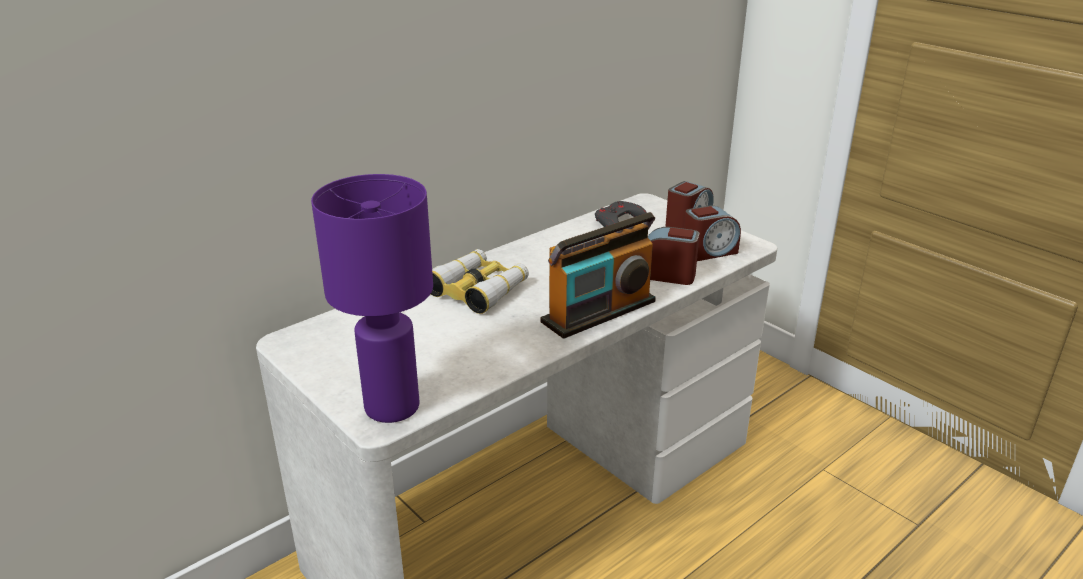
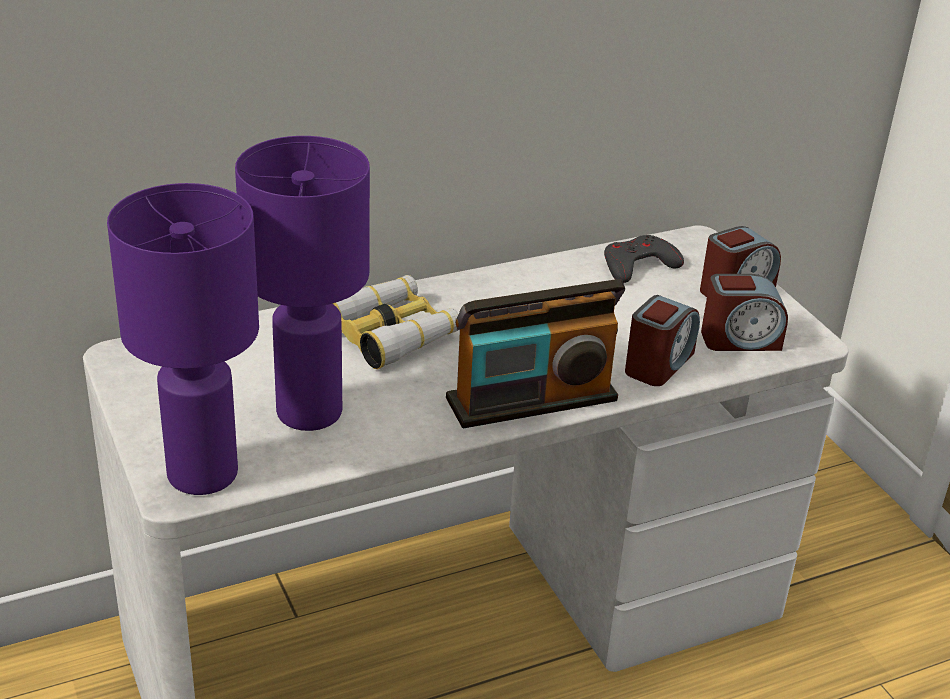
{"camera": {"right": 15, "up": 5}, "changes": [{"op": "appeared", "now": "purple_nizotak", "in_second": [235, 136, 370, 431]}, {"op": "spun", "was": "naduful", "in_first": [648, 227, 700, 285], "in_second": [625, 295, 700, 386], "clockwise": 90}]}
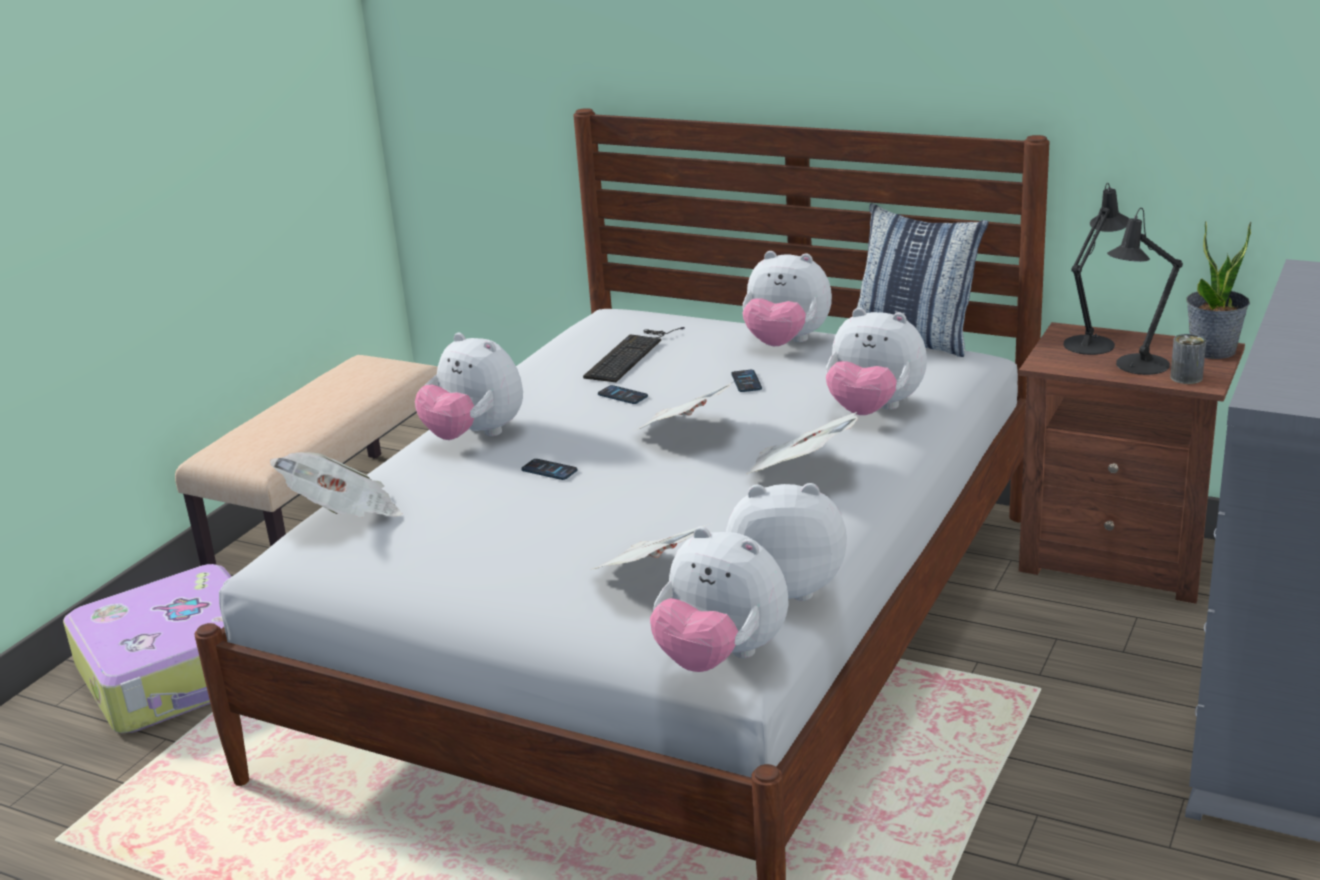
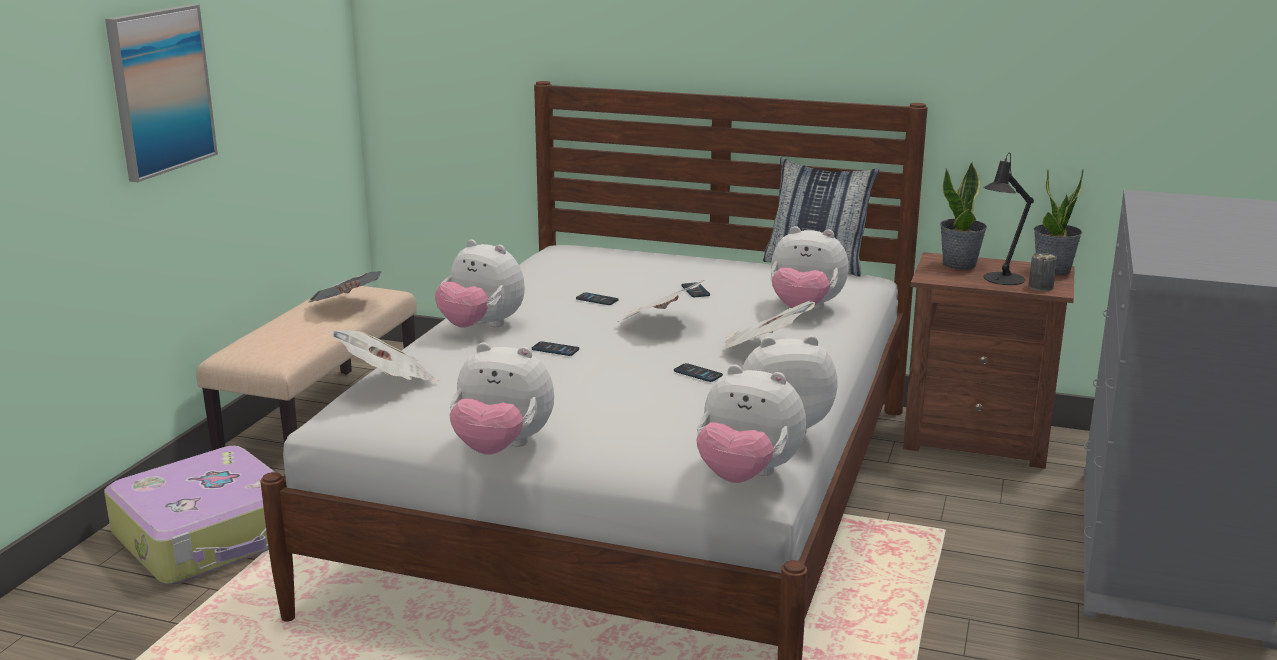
{"camera": {"right": -10, "up": -5}, "changes": [{"op": "appeared", "now": "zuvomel", "in_second": [105, 4, 218, 182]}, {"op": "relocated", "was": "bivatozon", "in_first": [590, 523, 712, 570], "in_second": [309, 271, 382, 302]}, {"op": "relocated", "was": "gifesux", "in_first": [743, 251, 832, 346], "in_second": [449, 342, 554, 455]}, {"op": "appeared", "now": "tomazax", "in_second": [674, 363, 723, 382]}, {"op": "exchanged", "was": "black_nizotak", "now": "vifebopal", "in_first": [1063, 183, 1129, 355], "in_second": [940, 162, 987, 270]}, {"op": "missing", "was": "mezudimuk", "in_first": [583, 327, 685, 382]}]}
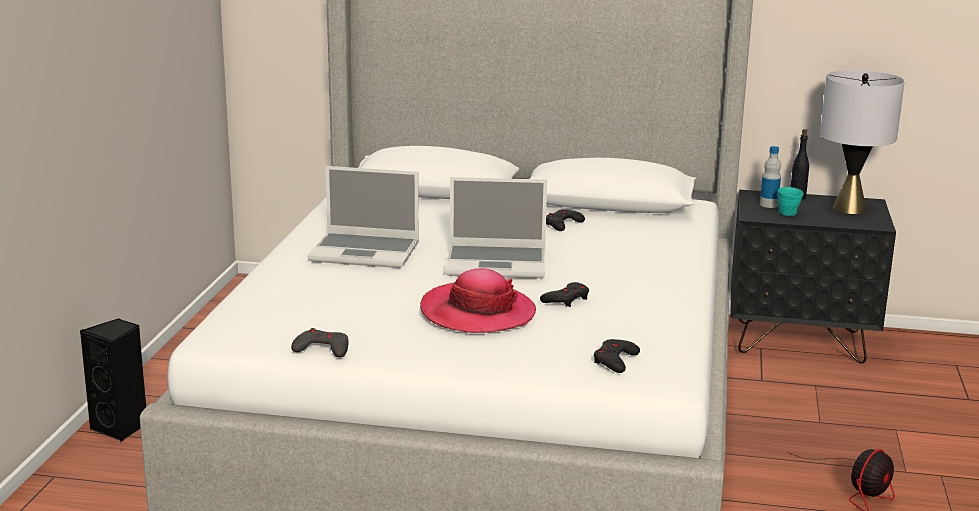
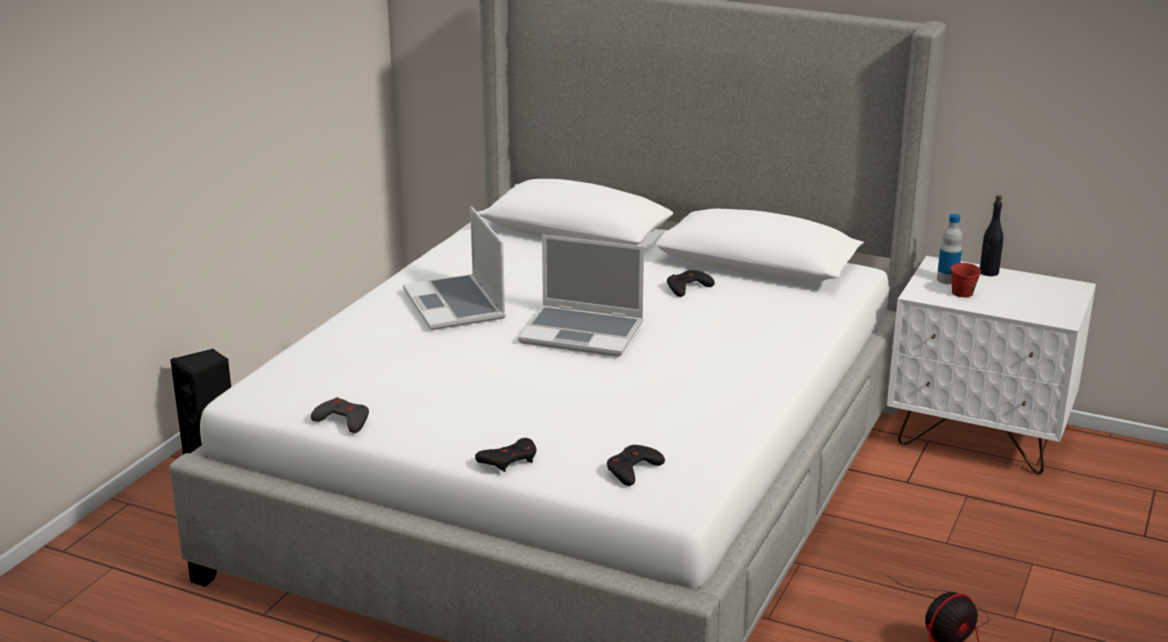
{"camera": {"right": 15, "up": 5}, "changes": [{"op": "spun", "was": "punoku", "in_first": [307, 166, 419, 268], "in_second": [403, 206, 506, 330], "clockwise": 45}, {"op": "relocated", "was": "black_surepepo", "in_first": [540, 282, 589, 307], "in_second": [475, 438, 536, 472]}, {"op": "colour", "was": "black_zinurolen", "now": "white_zinurolen", "in_first": [730, 190, 896, 363], "in_second": [887, 256, 1096, 474]}, {"op": "colour", "was": "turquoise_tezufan", "now": "red_tezufan", "in_first": [778, 187, 804, 216], "in_second": [951, 263, 981, 298]}, {"op": "missing", "was": "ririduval", "in_first": [420, 268, 536, 333]}, {"op": "missing", "was": "grey_nizotak", "in_first": [820, 70, 905, 214]}]}
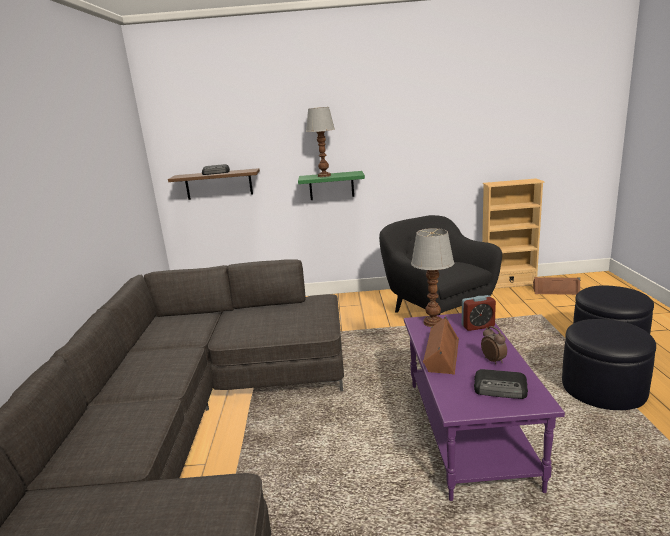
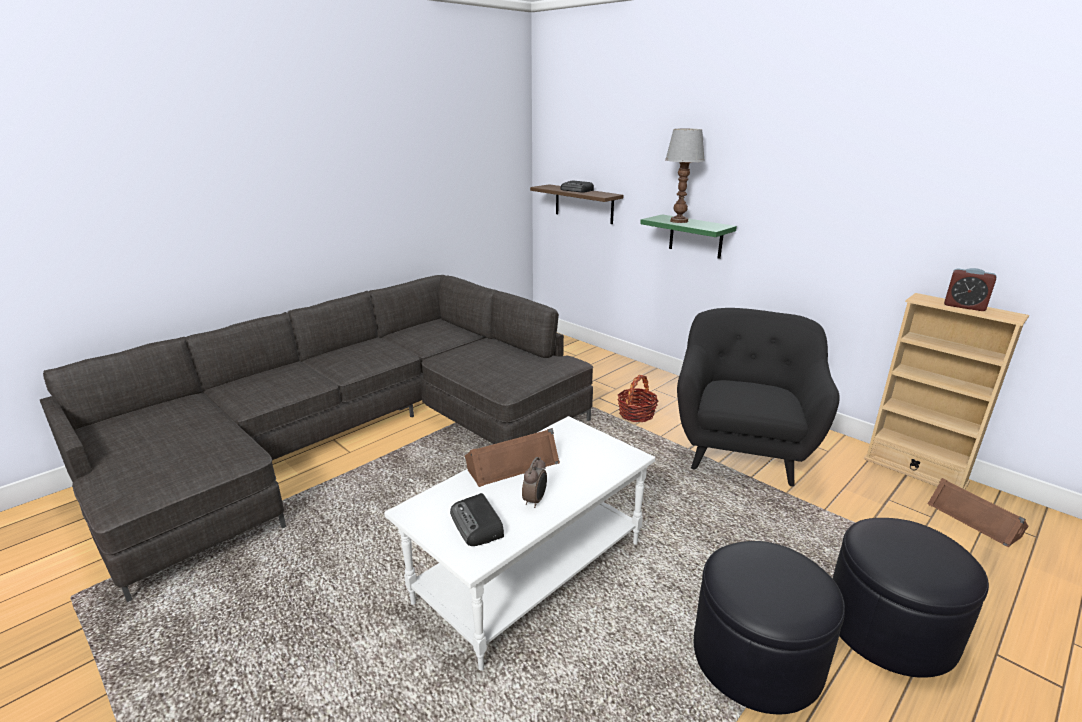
{"camera": {"right": 45, "up": 5}, "changes": [{"op": "colour", "was": "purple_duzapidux", "now": "white_duzapidux", "in_first": [404, 313, 565, 501], "in_second": [384, 416, 655, 670]}, {"op": "appeared", "now": "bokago", "in_second": [618, 375, 658, 422]}, {"op": "relocated", "was": "naduful", "in_first": [462, 295, 496, 331], "in_second": [944, 268, 996, 311]}, {"op": "missing", "was": "nizotak", "in_first": [411, 228, 454, 327]}]}
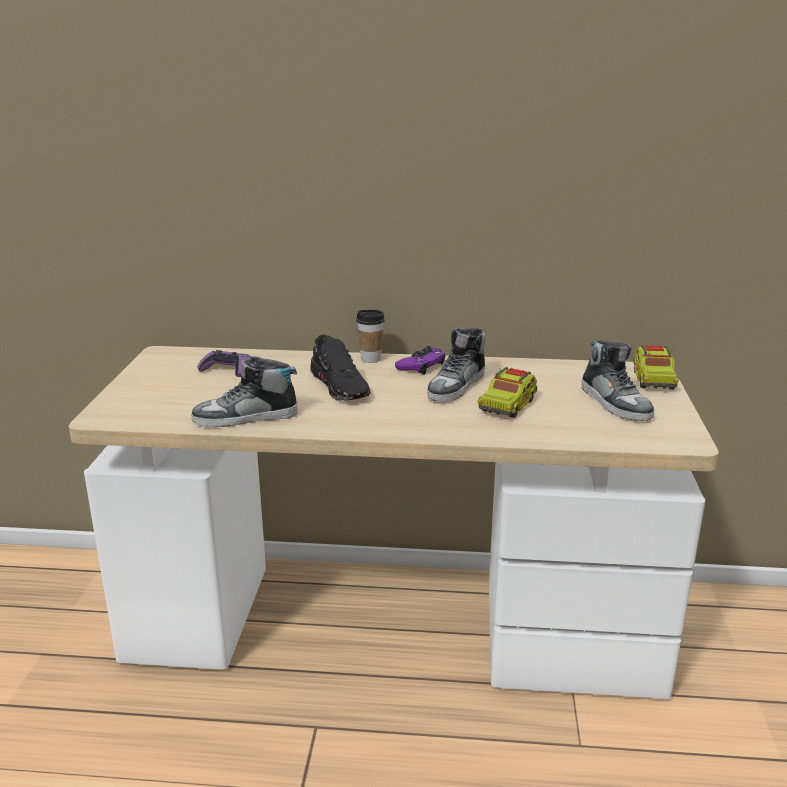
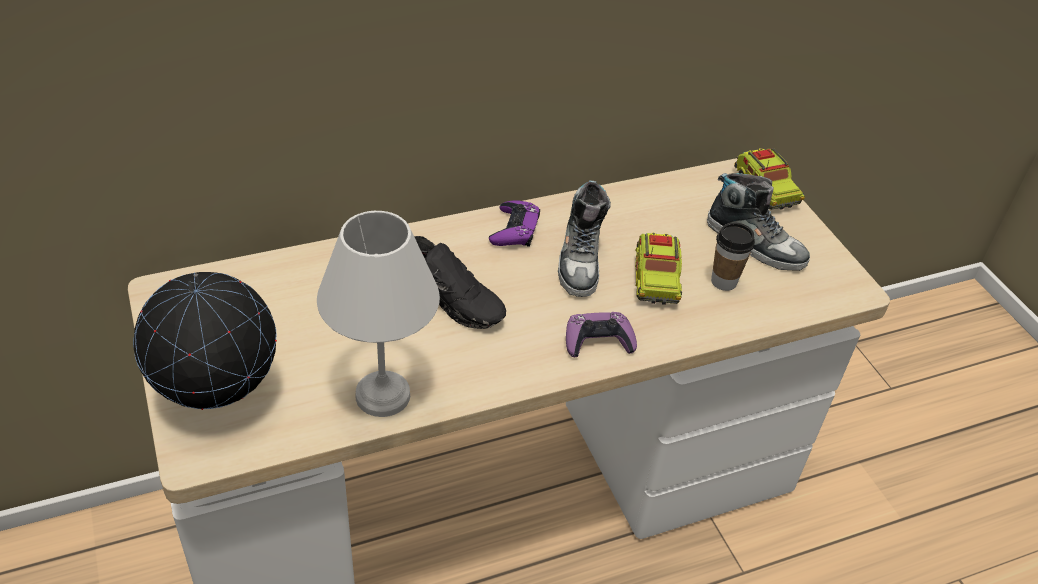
{"camera": {"right": -30, "up": 20}, "changes": [{"op": "appeared", "now": "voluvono", "in_second": [133, 272, 277, 410]}, {"op": "exchanged", "was": "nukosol", "now": "white_nizotak", "in_first": [192, 356, 298, 428], "in_second": [317, 211, 440, 417]}, {"op": "relocated", "was": "purple_surepepo", "in_first": [197, 350, 250, 377], "in_second": [566, 312, 637, 357]}, {"op": "relocated", "was": "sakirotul", "in_first": [356, 310, 385, 363], "in_second": [711, 223, 755, 291]}]}
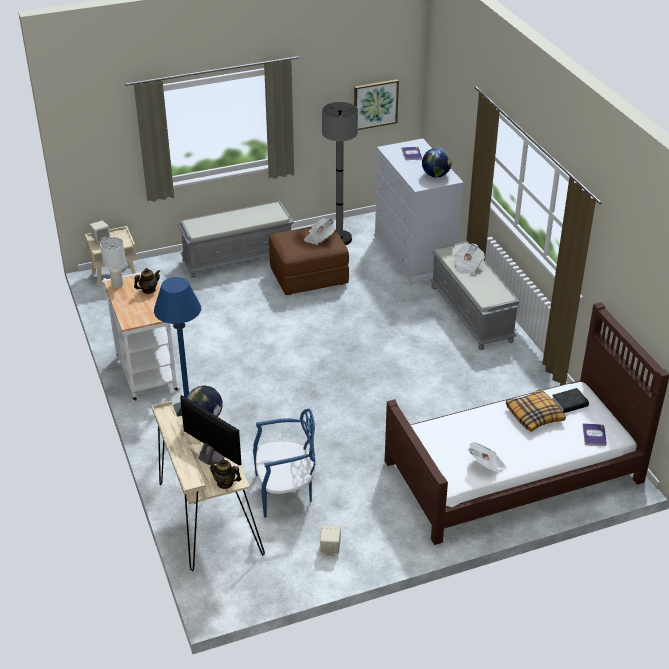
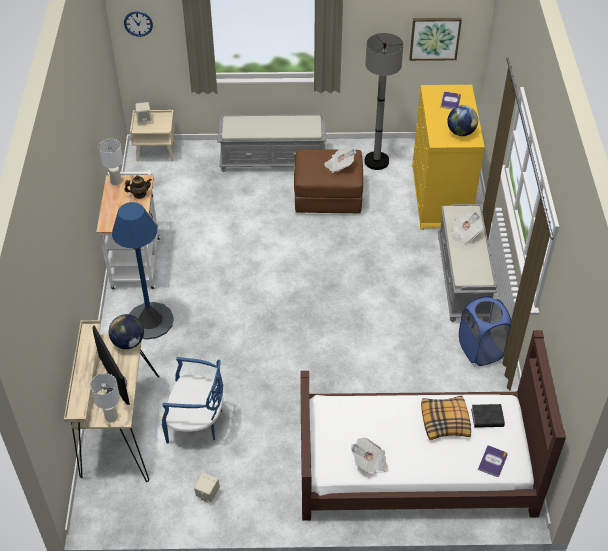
{"camera": {"right": 20, "up": 10}, "changes": [{"op": "exchanged", "was": "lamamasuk", "now": "white_nizotak", "in_first": [208, 459, 241, 489], "in_second": [90, 373, 120, 422]}, {"op": "appeared", "now": "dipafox", "in_second": [124, 11, 153, 37]}, {"op": "colour", "was": "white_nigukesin", "now": "yellow_nigukesin", "in_first": [374, 139, 464, 284], "in_second": [412, 85, 485, 230]}, {"op": "appeared", "now": "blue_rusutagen", "in_second": [459, 296, 511, 366]}]}
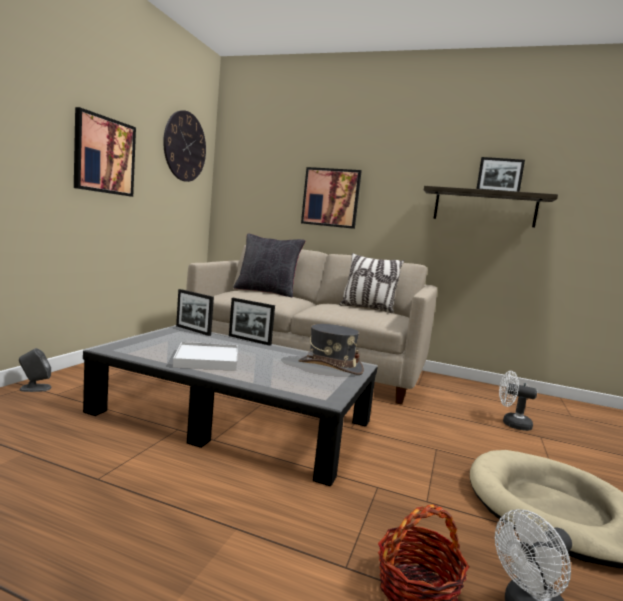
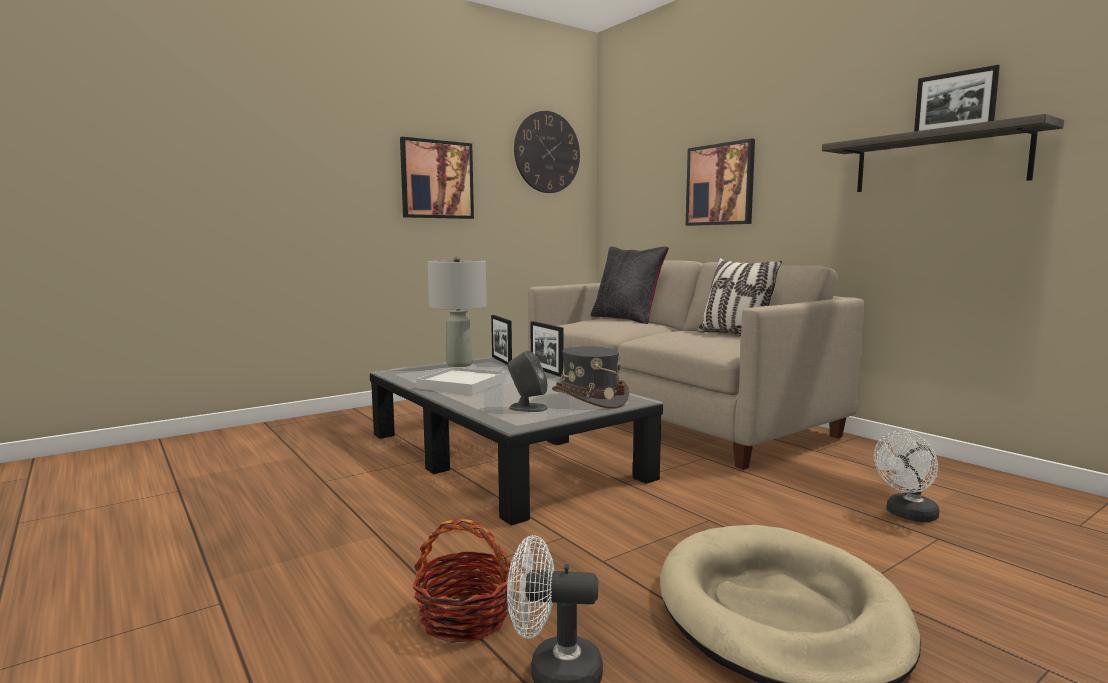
{"camera": {"right": 35, "up": 0}, "changes": [{"op": "appeared", "now": "grey_nizotak", "in_second": [428, 257, 487, 367]}, {"op": "relocated", "was": "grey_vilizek", "in_first": [19, 348, 52, 392], "in_second": [508, 350, 548, 412]}, {"op": "spun", "was": "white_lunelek", "in_first": [499, 371, 537, 431], "in_second": [874, 431, 939, 522], "clockwise": -90}]}
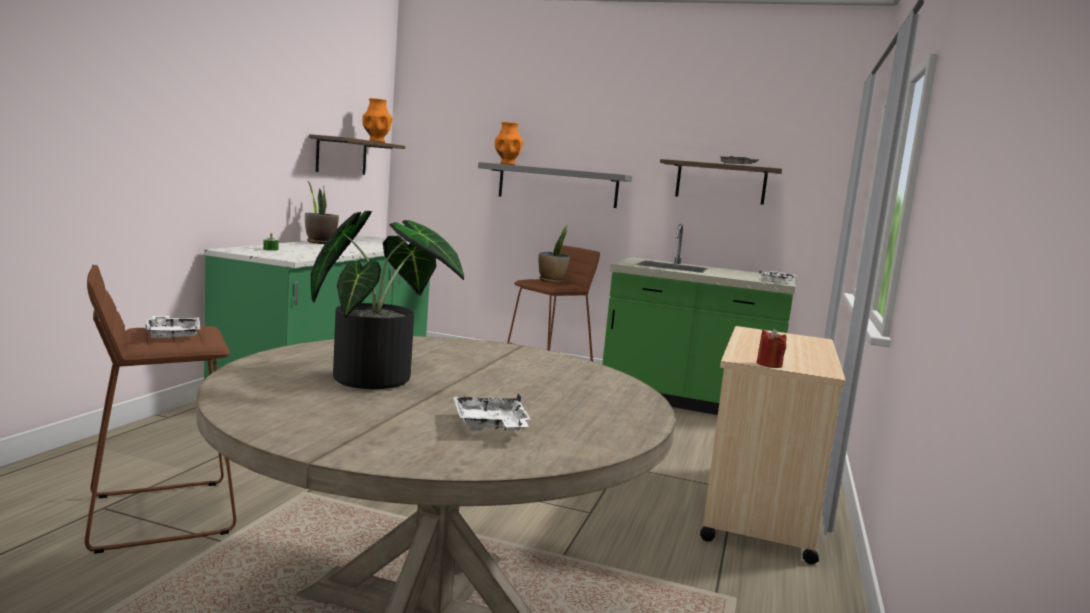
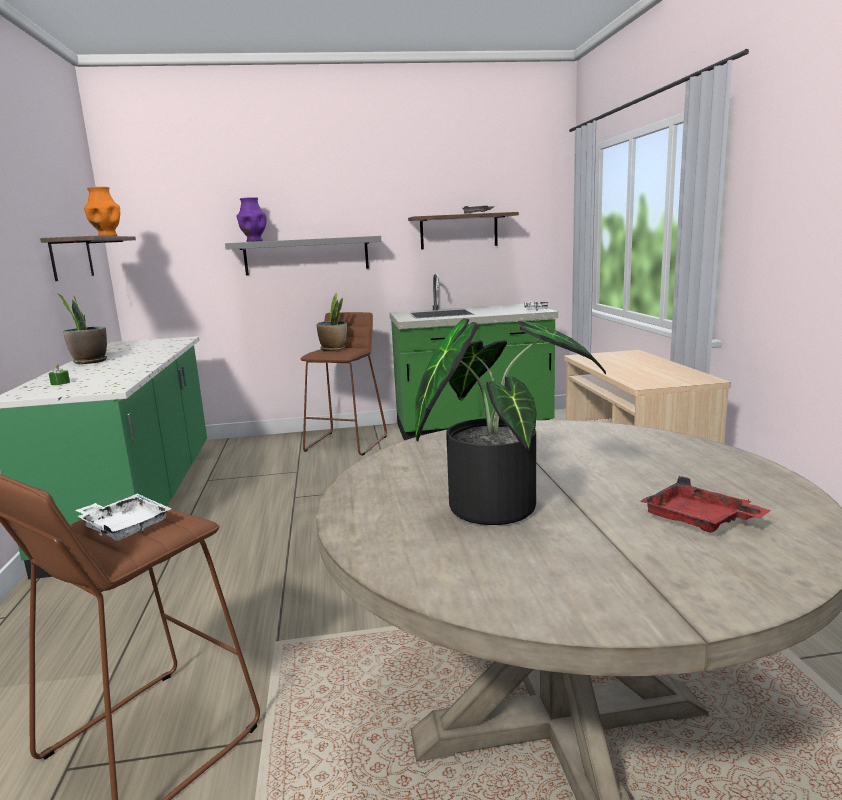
{"camera": {"right": -25, "up": 5}, "changes": [{"op": "colour", "was": "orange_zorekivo", "now": "purple_zorekivo", "in_first": [495, 122, 523, 165], "in_second": [236, 197, 267, 242]}, {"op": "colour", "was": "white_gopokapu", "now": "red_gopokapu", "in_first": [453, 393, 531, 431], "in_second": [640, 476, 771, 533]}, {"op": "missing", "was": "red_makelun", "in_first": [757, 329, 787, 368]}]}
